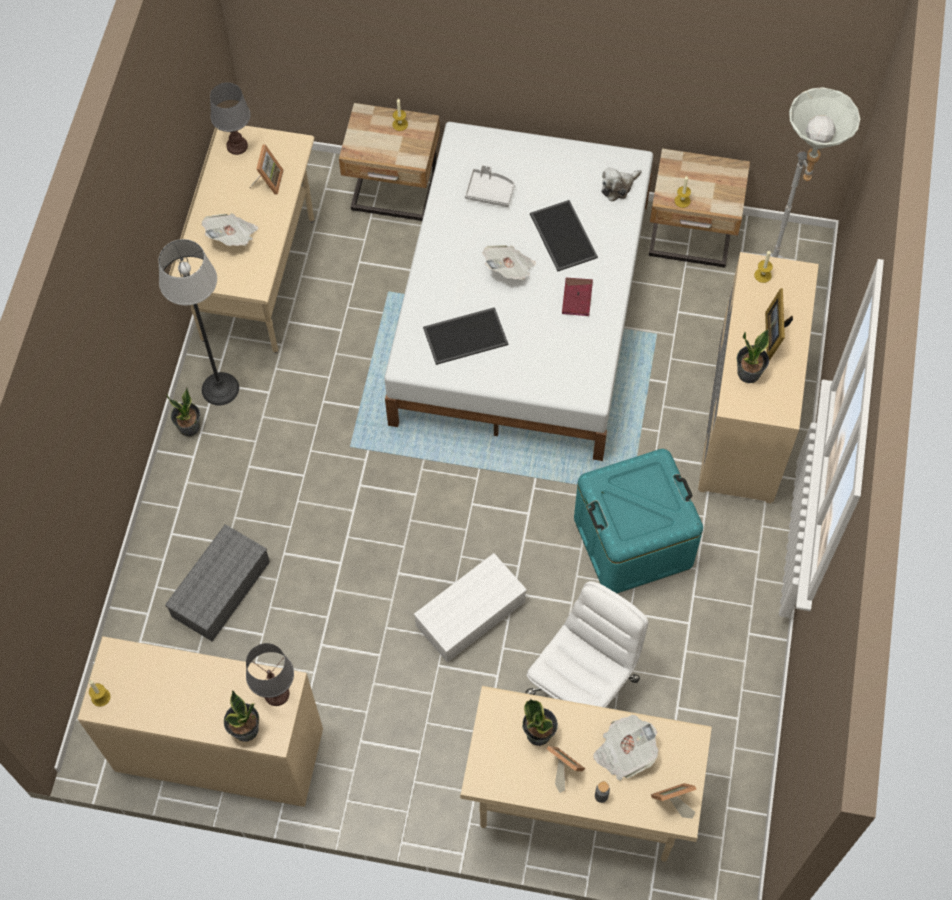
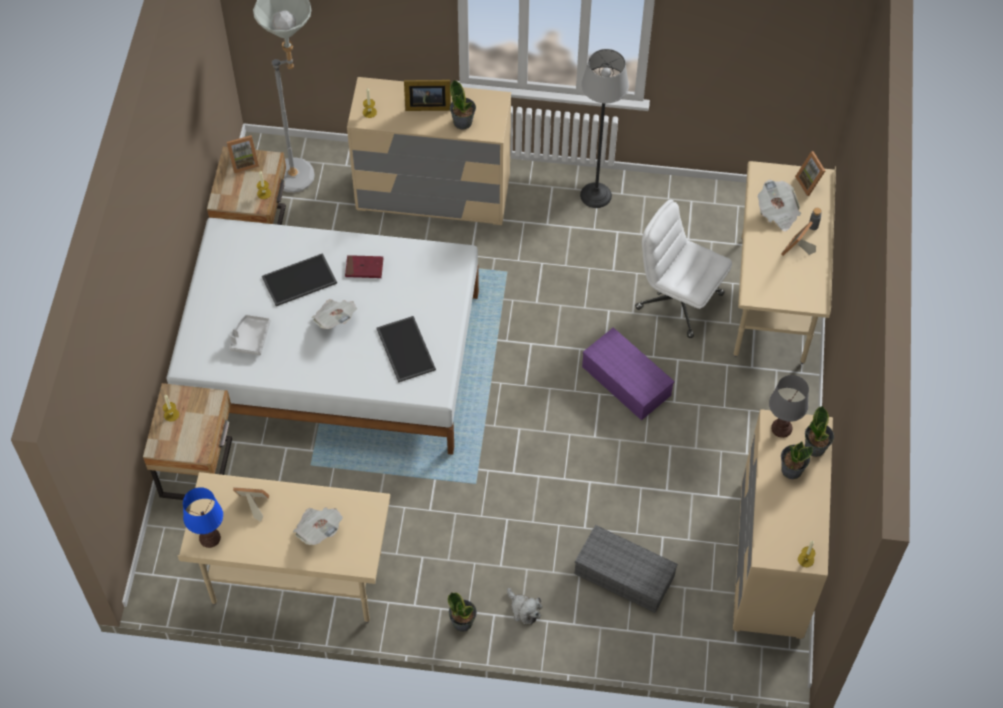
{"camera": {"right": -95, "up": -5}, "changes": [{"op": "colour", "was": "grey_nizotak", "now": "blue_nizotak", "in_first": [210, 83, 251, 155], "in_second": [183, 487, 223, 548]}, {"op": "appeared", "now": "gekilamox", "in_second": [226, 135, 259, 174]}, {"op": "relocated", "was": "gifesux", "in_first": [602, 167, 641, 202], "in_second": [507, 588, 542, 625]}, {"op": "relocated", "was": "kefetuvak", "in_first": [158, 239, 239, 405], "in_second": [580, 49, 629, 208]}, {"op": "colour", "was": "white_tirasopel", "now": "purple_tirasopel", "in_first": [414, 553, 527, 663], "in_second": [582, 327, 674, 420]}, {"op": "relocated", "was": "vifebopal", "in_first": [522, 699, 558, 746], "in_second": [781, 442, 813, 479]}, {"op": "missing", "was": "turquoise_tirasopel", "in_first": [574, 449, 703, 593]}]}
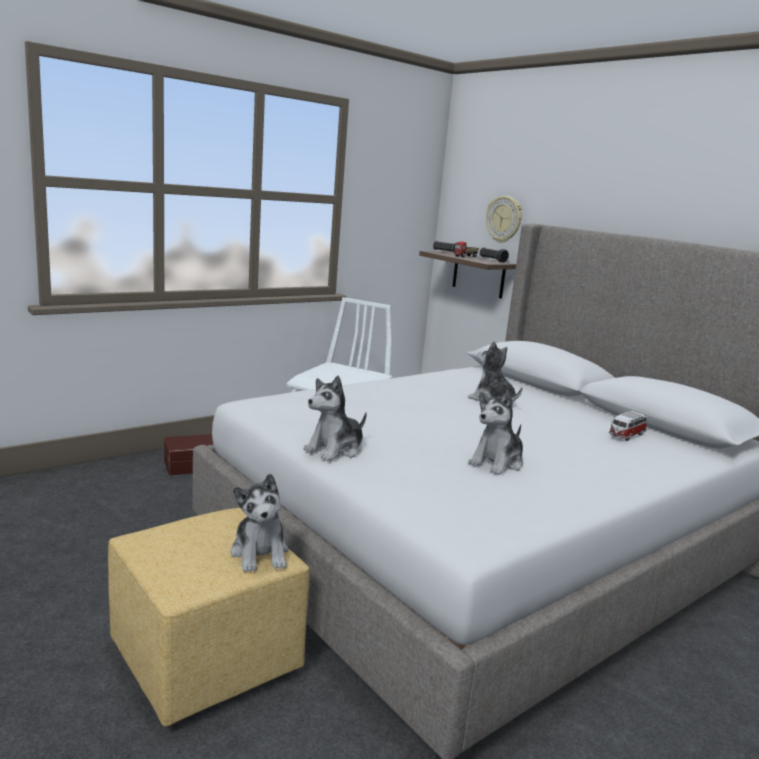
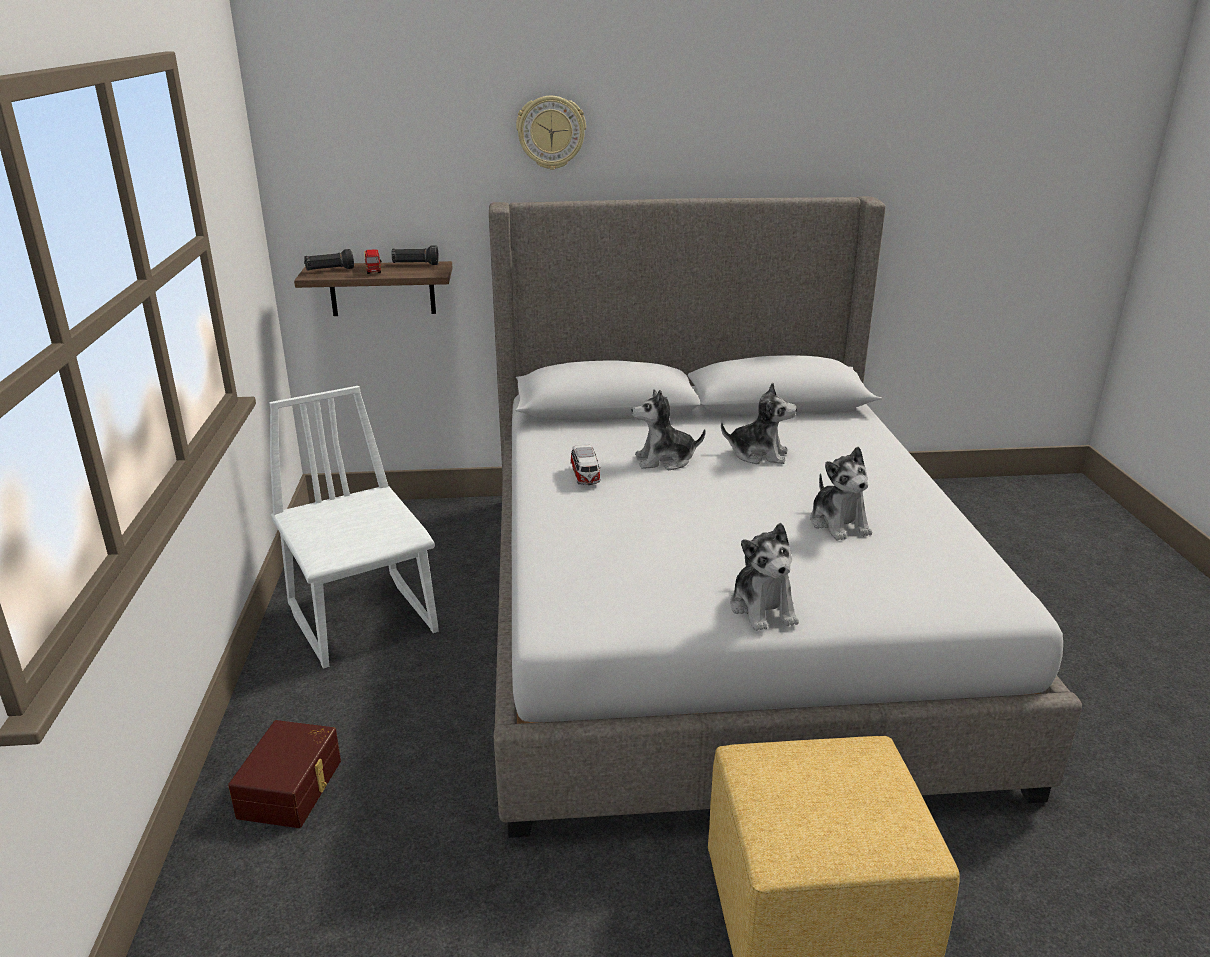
{"camera": {"right": -55, "up": 10}, "changes": [{"op": "relocated", "was": "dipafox", "in_first": [486, 196, 522, 243], "in_second": [516, 96, 586, 170]}, {"op": "relocated", "was": "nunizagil", "in_first": [609, 411, 647, 441], "in_second": [570, 445, 601, 485]}, {"op": "relocated", "was": "gifesux", "in_first": [231, 473, 288, 572], "in_second": [721, 382, 797, 464]}]}
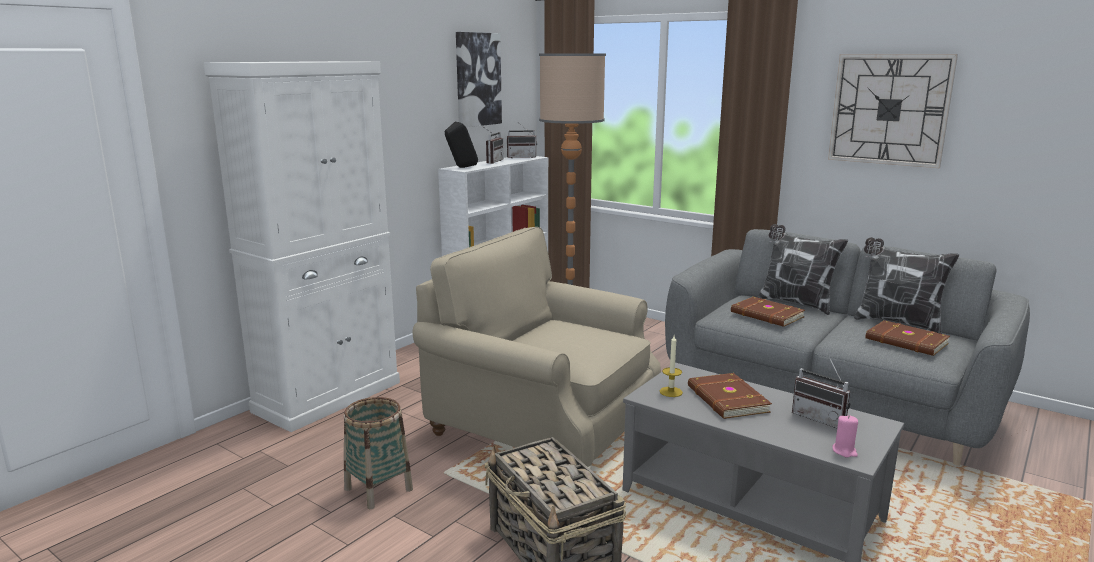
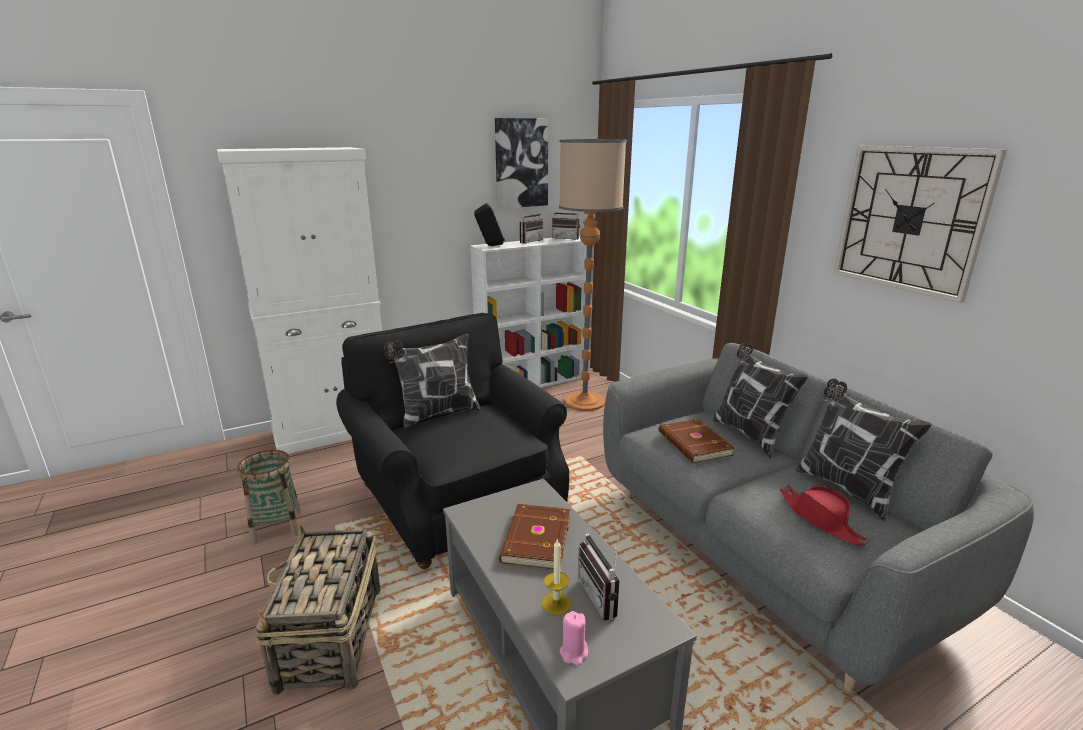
{"camera": {"right": 25, "up": 5}, "changes": [{"op": "colour", "was": "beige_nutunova", "now": "black_nutunova", "in_first": [413, 227, 661, 467], "in_second": [336, 313, 569, 569]}, {"op": "appeared", "now": "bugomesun", "in_second": [384, 334, 481, 428]}, {"op": "relocated", "was": "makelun", "in_first": [660, 335, 683, 397], "in_second": [542, 538, 571, 615]}, {"op": "exchanged", "was": "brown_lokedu", "now": "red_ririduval", "in_first": [866, 320, 950, 356], "in_second": [780, 485, 869, 546]}]}
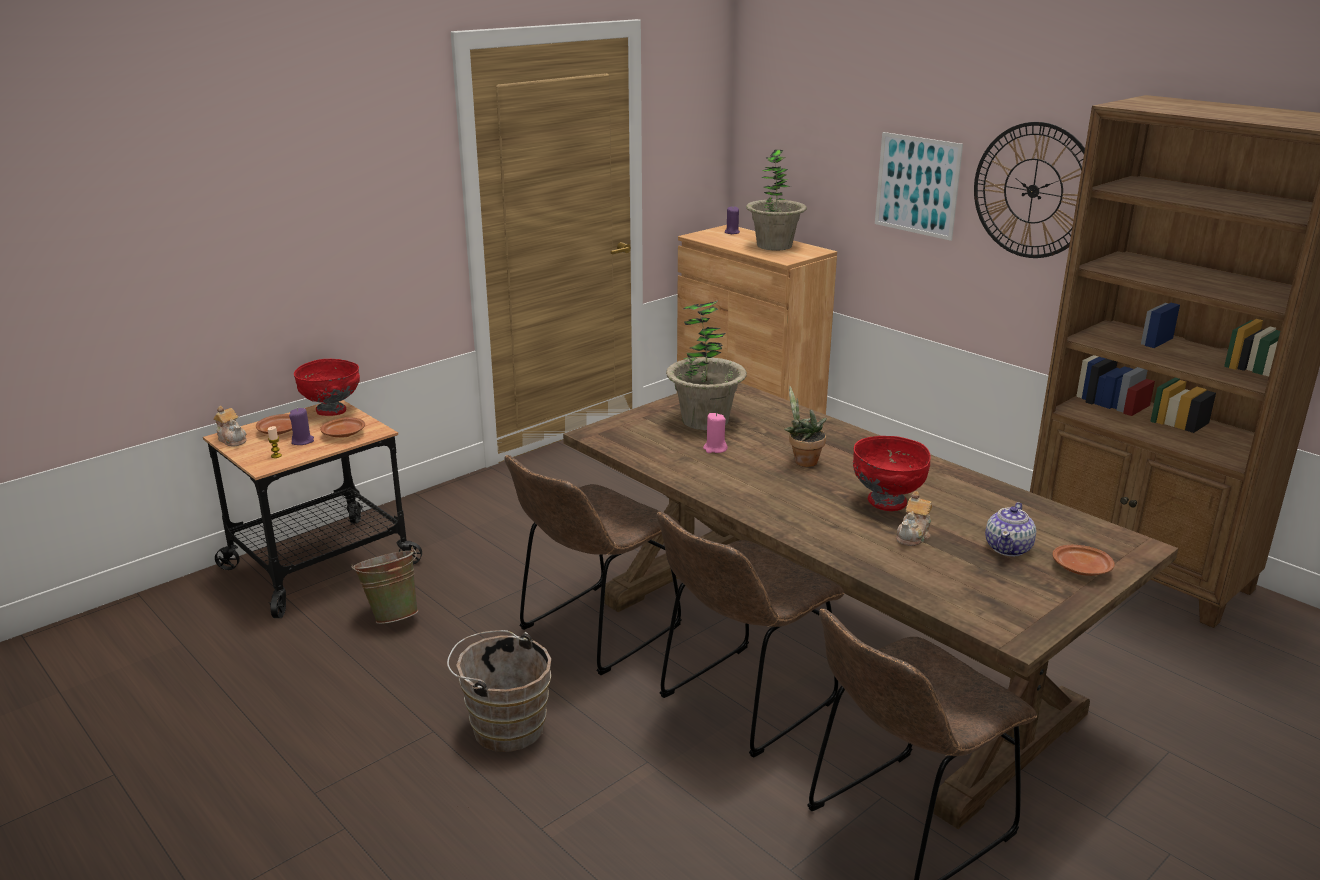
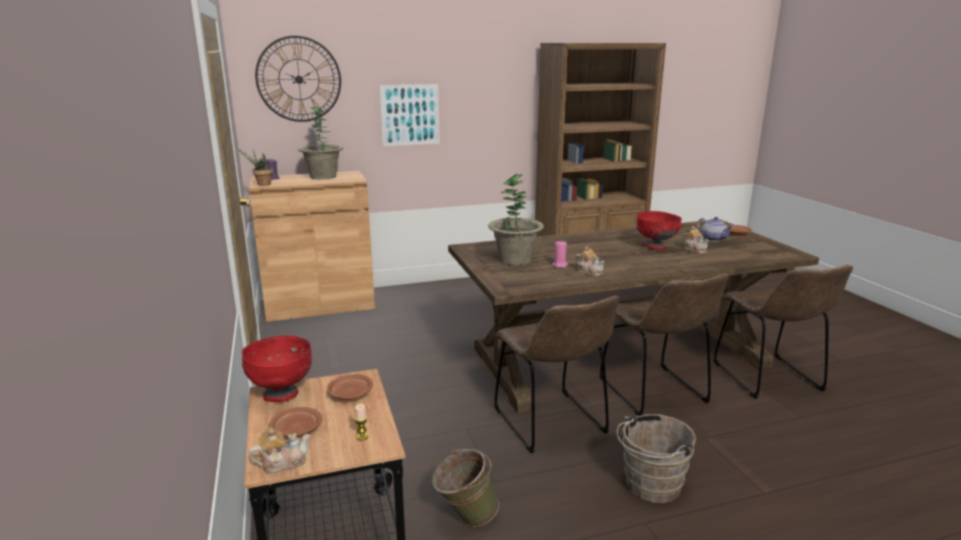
{"camera": {"right": -65, "up": -5}, "changes": [{"op": "relocated", "was": "vifebopal", "in_first": [784, 386, 827, 467], "in_second": [238, 149, 273, 186]}, {"op": "relocated", "was": "dipafox", "in_first": [974, 122, 1085, 258], "in_second": [255, 36, 341, 122]}, {"op": "appeared", "now": "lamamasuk", "in_second": [576, 246, 605, 277]}, {"op": "missing", "was": "purple_makelun", "in_first": [289, 408, 314, 445]}]}
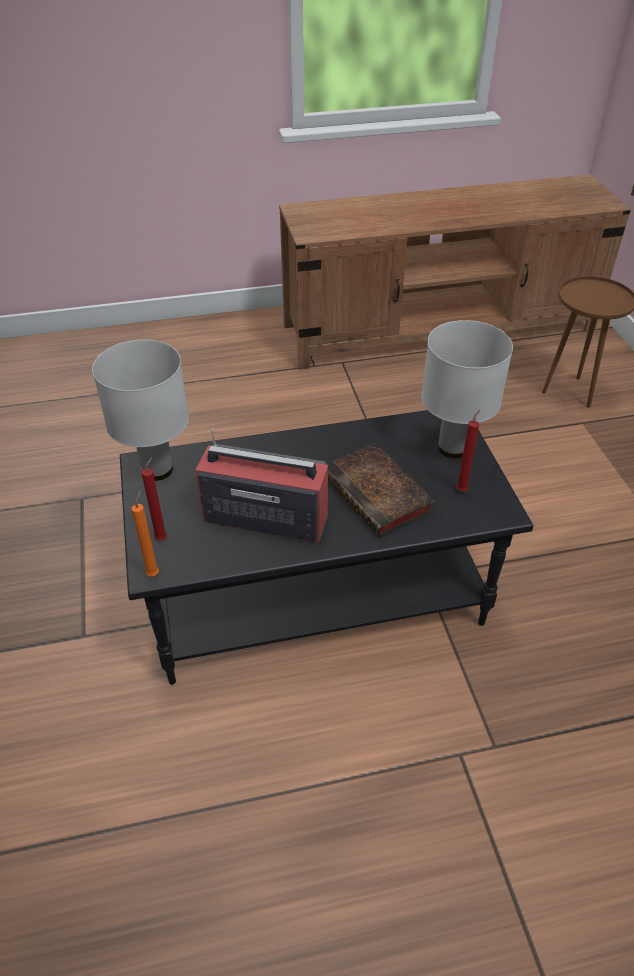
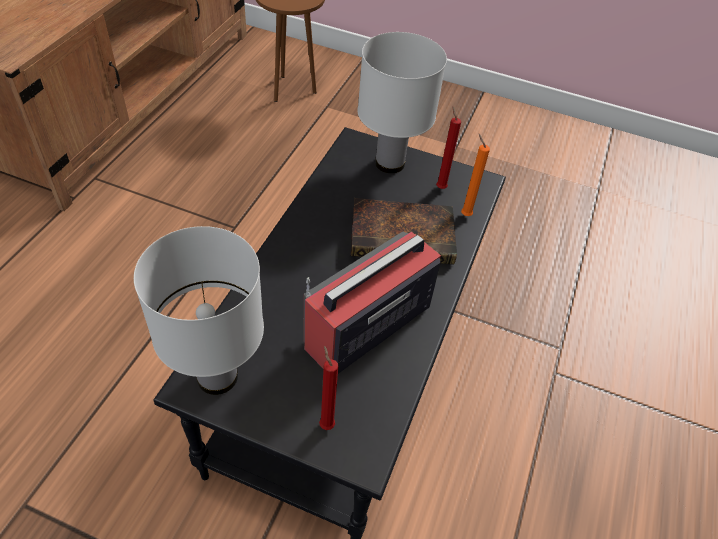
{"camera": {"right": -60, "up": 5}, "changes": [{"op": "relocated", "was": "orange_makelun", "in_first": [131, 491, 159, 577], "in_second": [461, 134, 490, 216]}]}
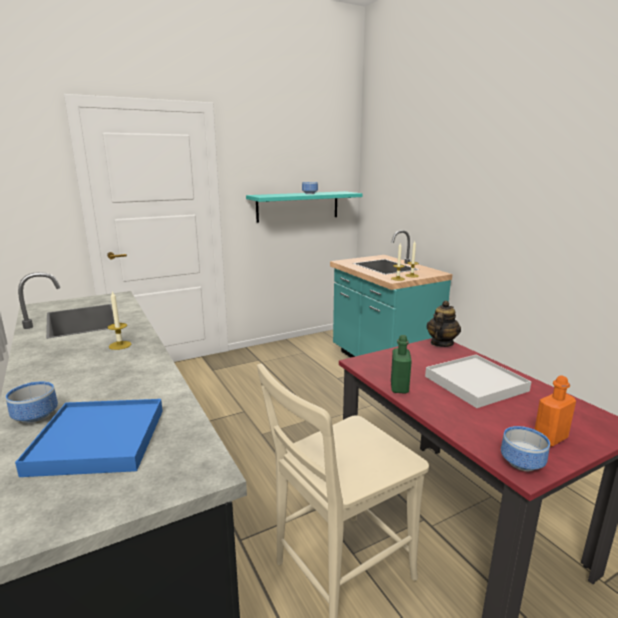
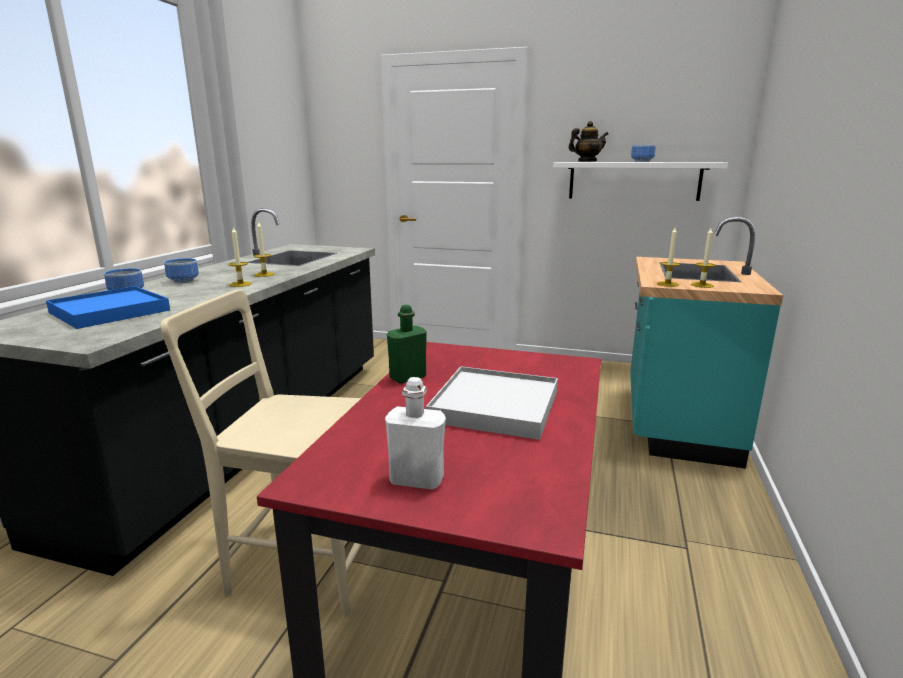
{"camera": {"right": 45, "up": 0}, "changes": [{"op": "relocated", "was": "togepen", "in_first": [501, 426, 550, 471], "in_second": [164, 258, 199, 283]}, {"op": "appeared", "now": "makelun", "in_second": [228, 226, 252, 287]}, {"op": "colour", "was": "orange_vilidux", "now": "white_vilidux", "in_first": [534, 375, 576, 447], "in_second": [385, 377, 446, 490]}, {"op": "colour", "was": "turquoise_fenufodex", "now": "white_fenufodex", "in_first": [246, 191, 363, 223], "in_second": [553, 162, 728, 201]}, {"op": "relocated", "was": "lamamasuk", "in_first": [426, 300, 461, 347], "in_second": [568, 121, 608, 162]}]}
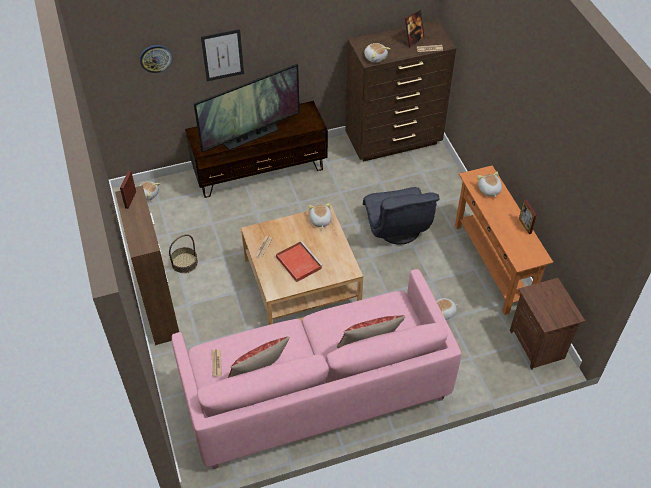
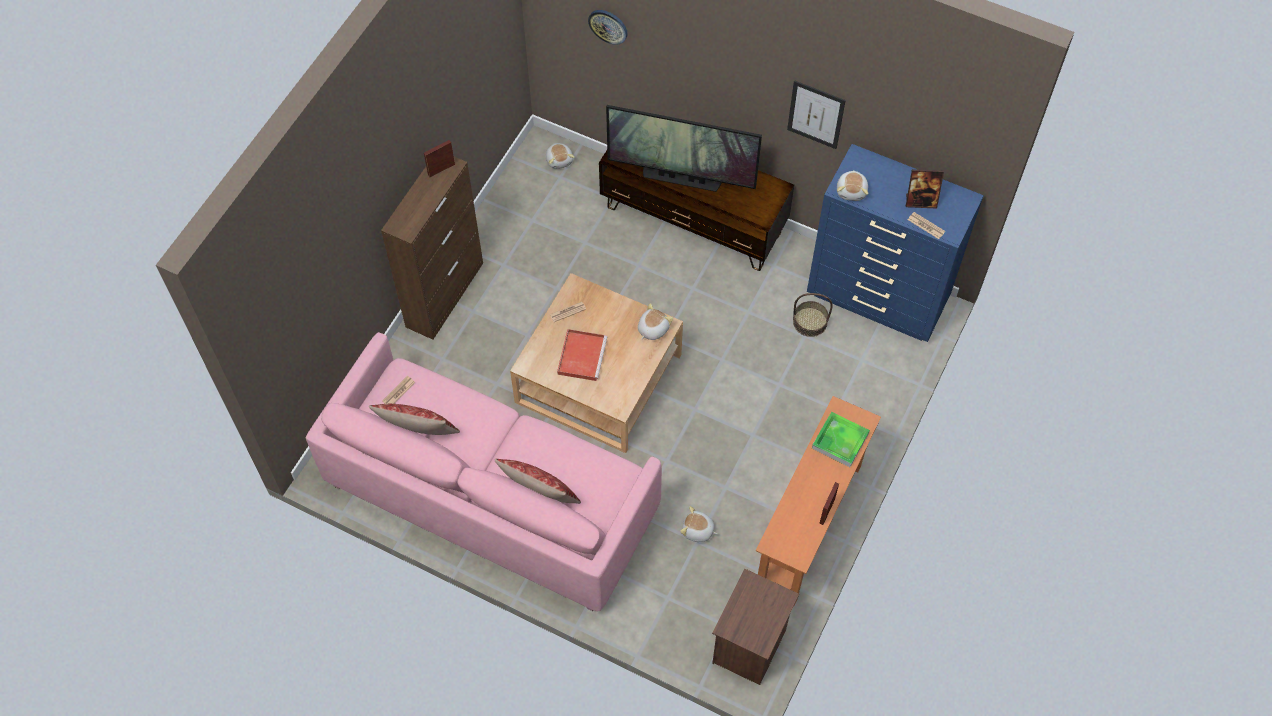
{"camera": {"right": 45, "up": 10}, "changes": [{"op": "relocated", "was": "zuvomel", "in_first": [201, 29, 244, 81], "in_second": [787, 80, 846, 149]}, {"op": "relocated", "was": "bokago", "in_first": [169, 234, 198, 273], "in_second": [793, 293, 833, 337]}, {"op": "colour", "was": "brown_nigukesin", "now": "blue_nigukesin", "in_first": [345, 20, 456, 162], "in_second": [807, 144, 984, 342]}, {"op": "exchanged", "was": "gifesux", "now": "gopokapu", "in_first": [477, 172, 502, 197], "in_second": [812, 412, 870, 467]}, {"op": "missing", "was": "grey_nutunova", "in_first": [363, 187, 440, 245]}]}
